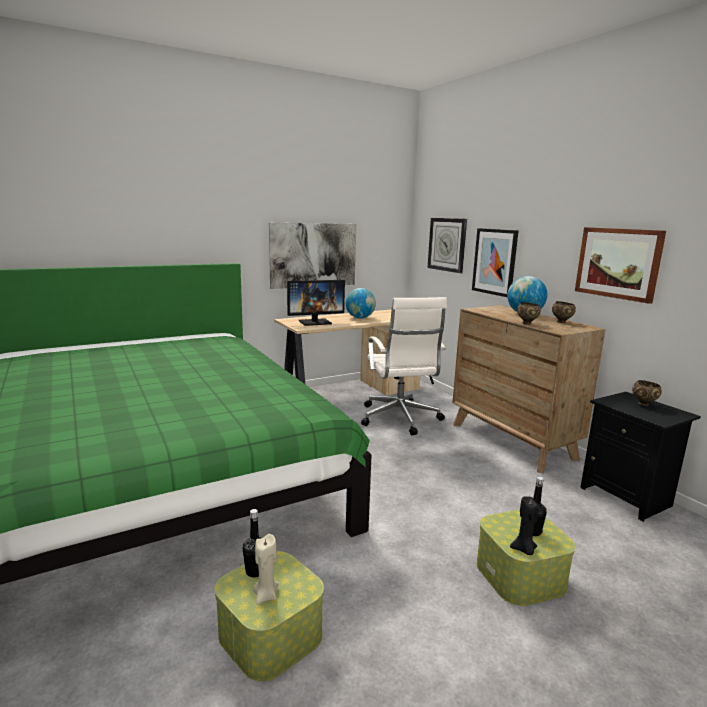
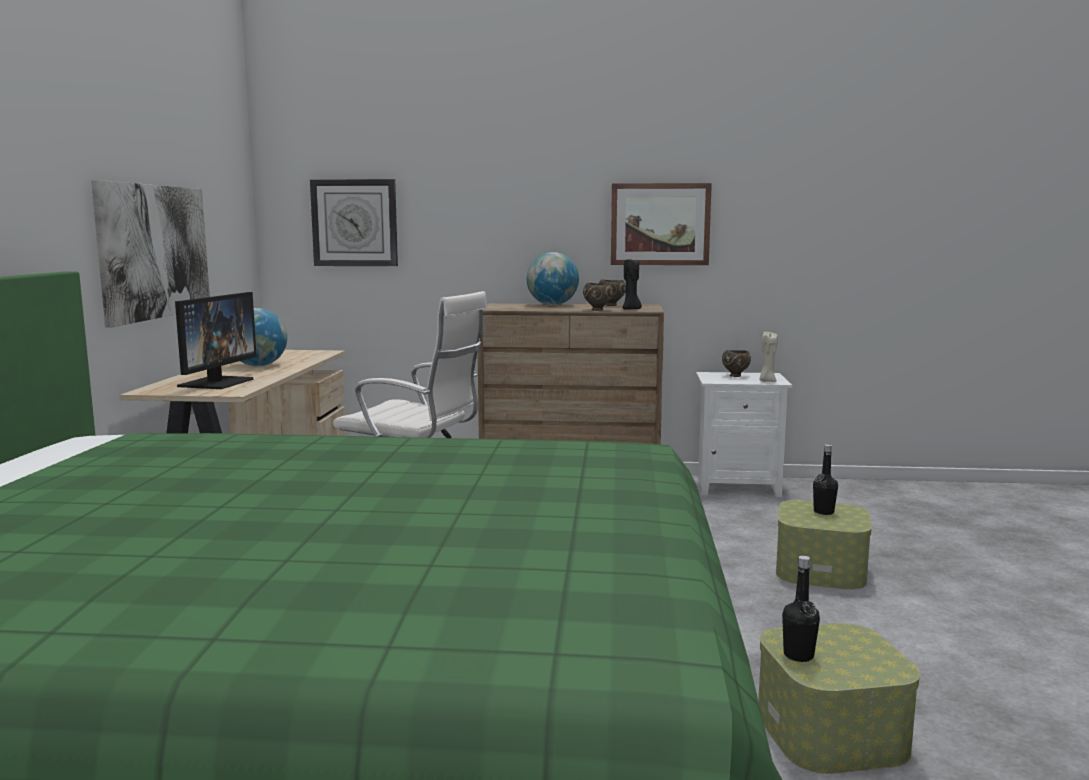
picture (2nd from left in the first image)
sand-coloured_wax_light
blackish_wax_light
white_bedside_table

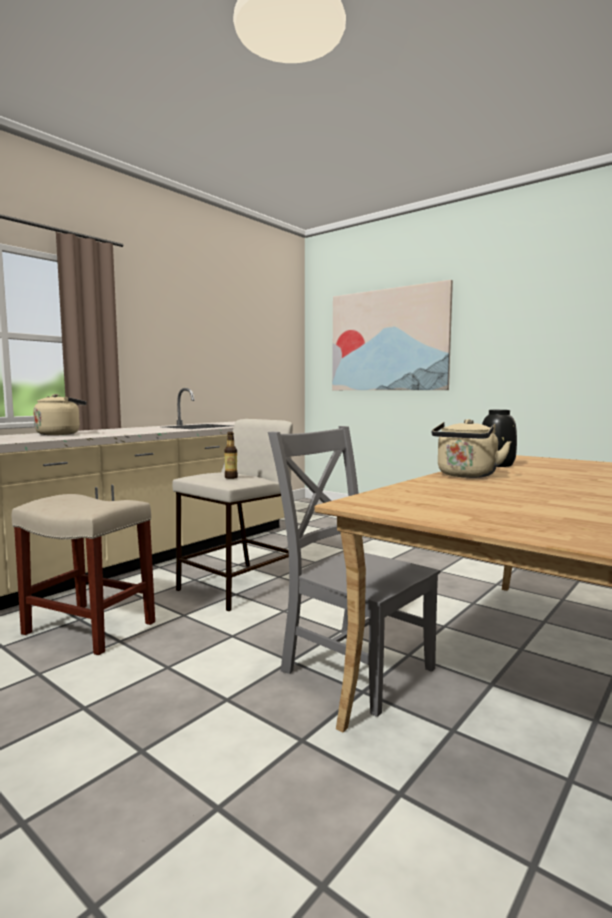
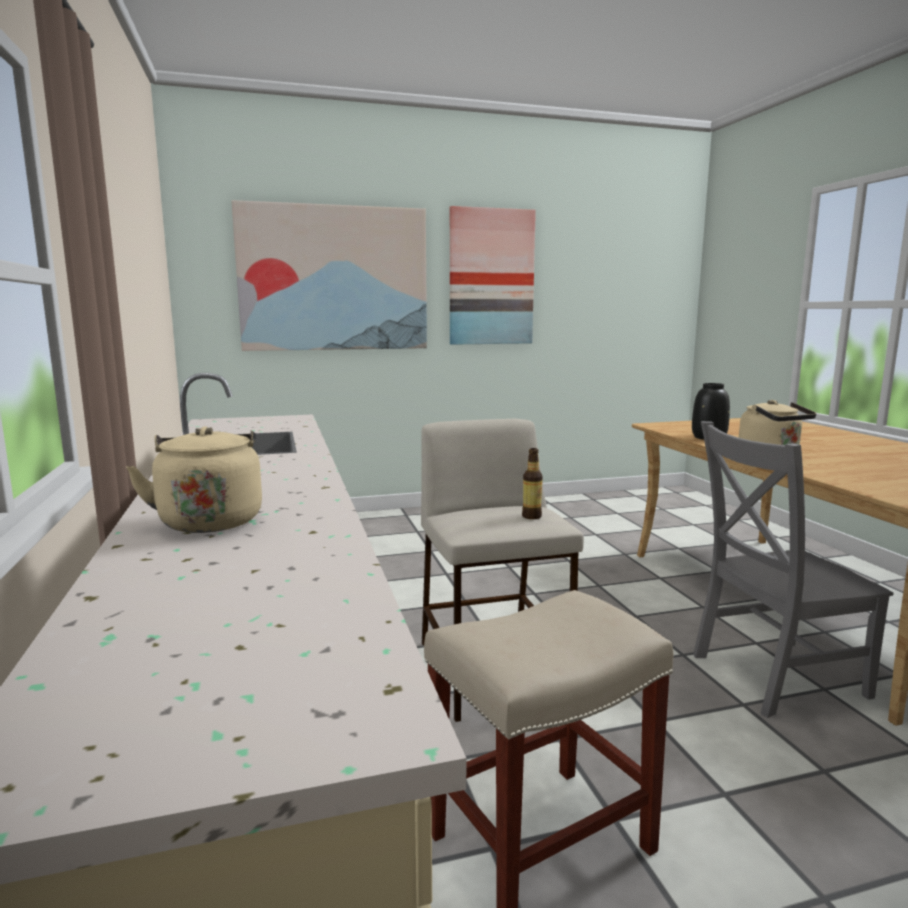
picture (2nd from left)

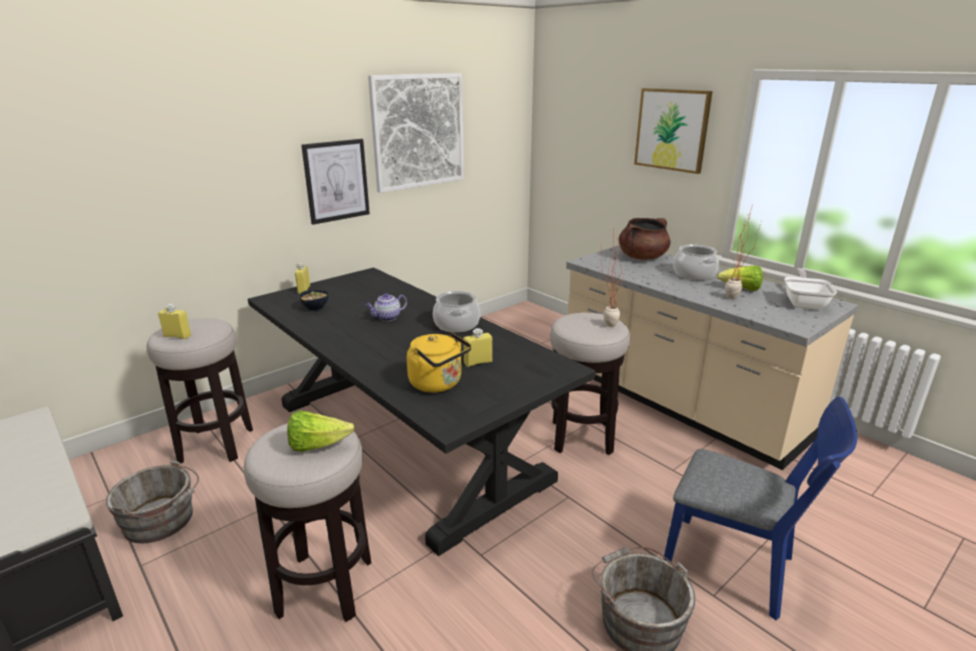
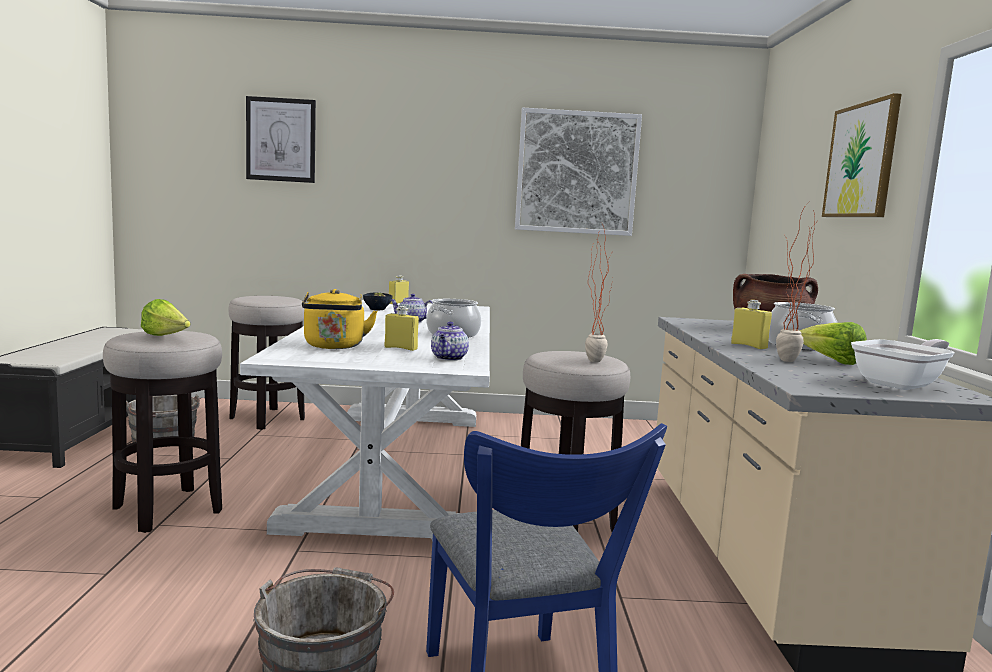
pot_for_tea (2nd from left)
yellow-coloured_beverage_bottle (3rd from left)
picture (1st from left)
white_dinner_table

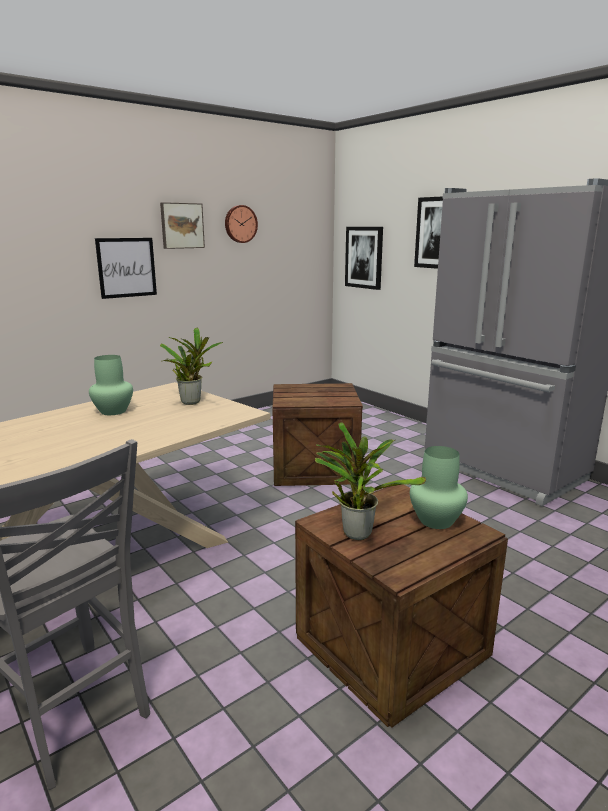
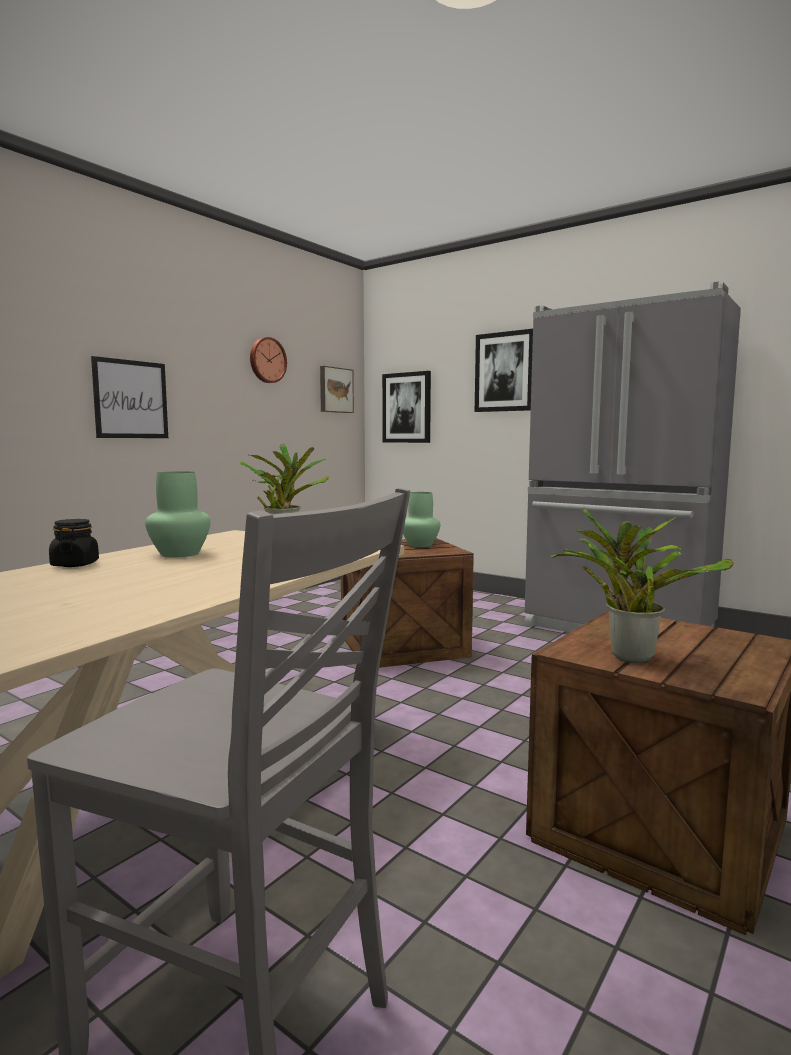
blackish_preserve_jar
picture (2nd from left)
green_vase (2nd from left)

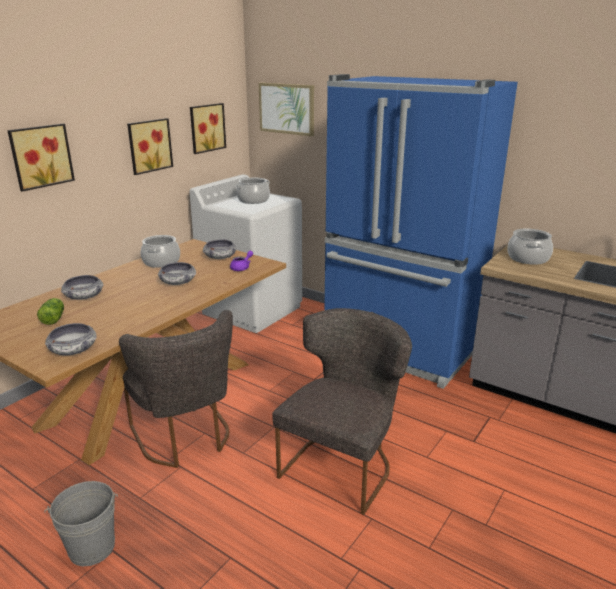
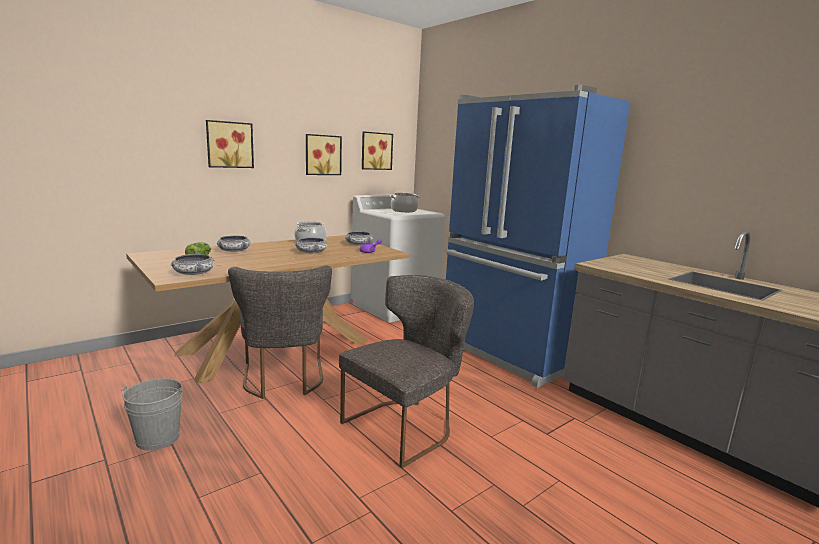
picture (4th from left in the first image)
stockpot (3rd from left in the first image)

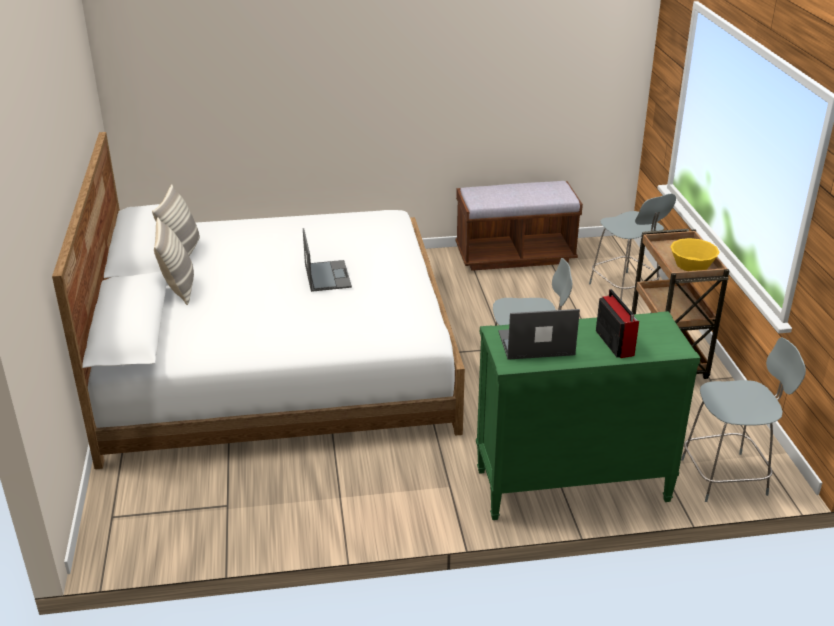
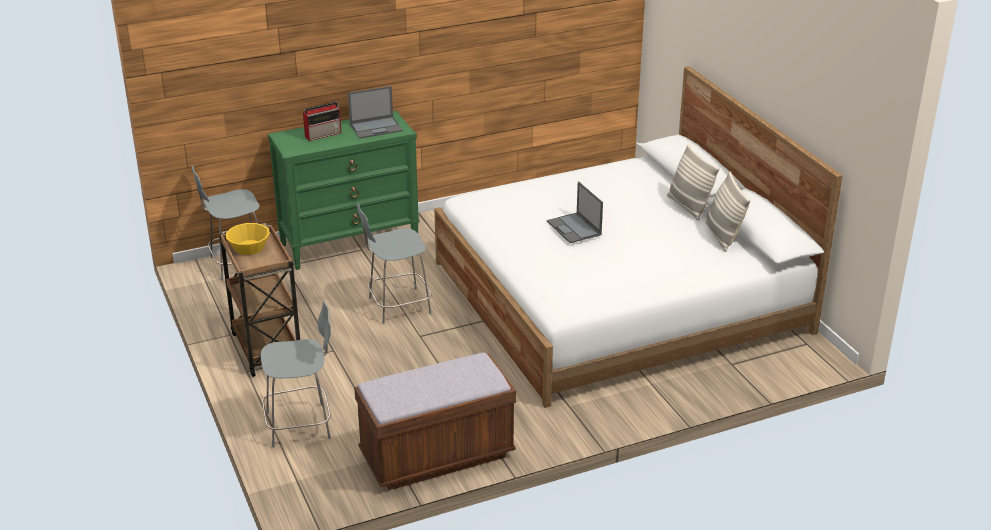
greyish_plain_chair (2nd from left)
radio_set

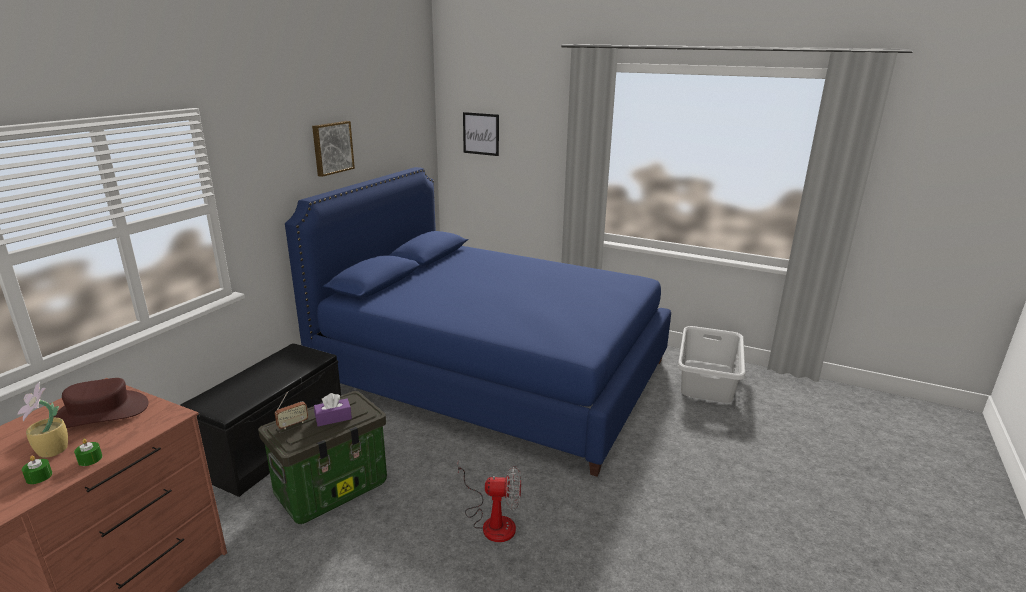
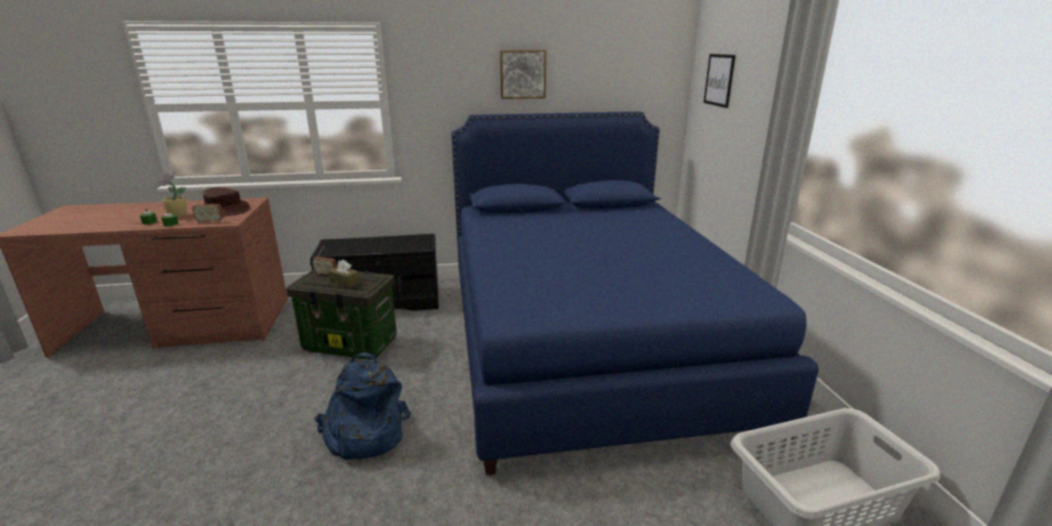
radio_set (1st from left)
blue-coloured_backpack
brownish_box_of_tissues

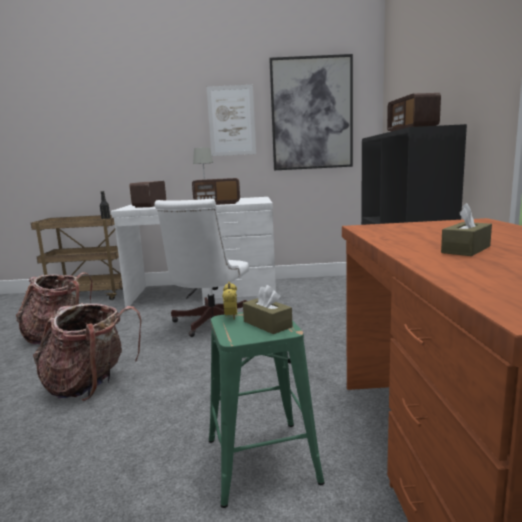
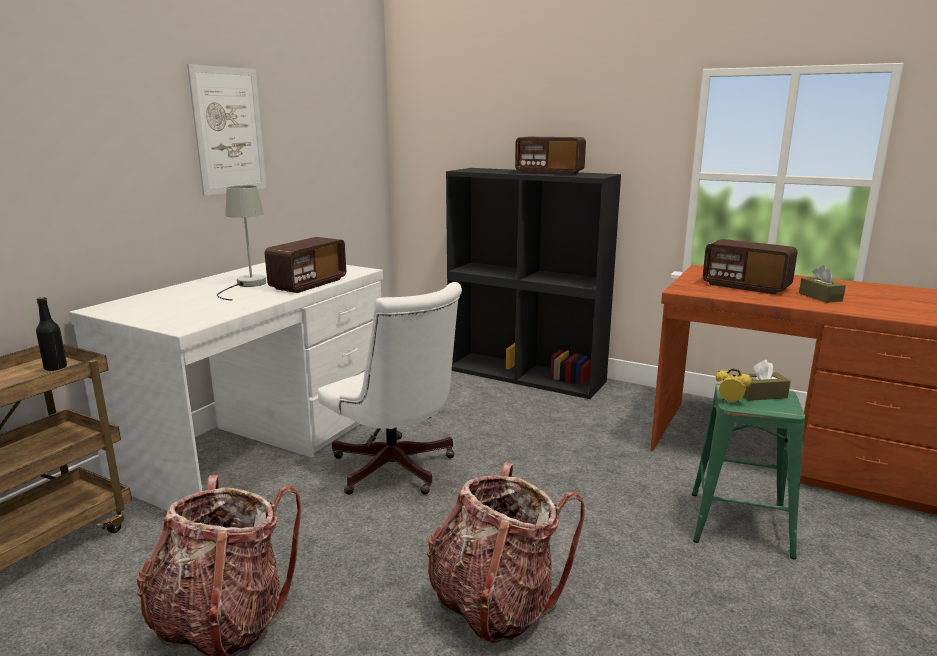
picture (2nd from left in the first image)
radio_set (3rd from left)

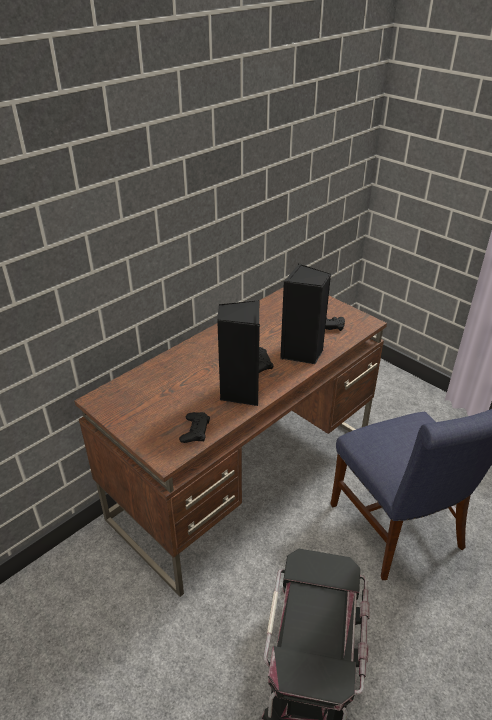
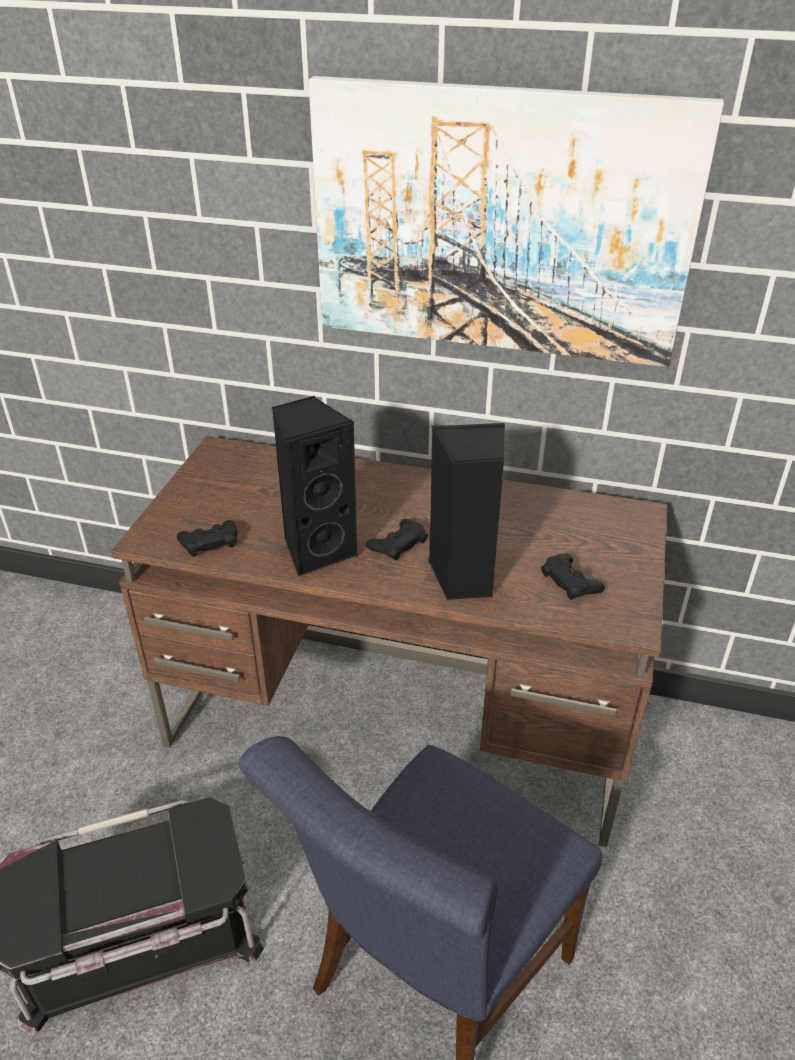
picture

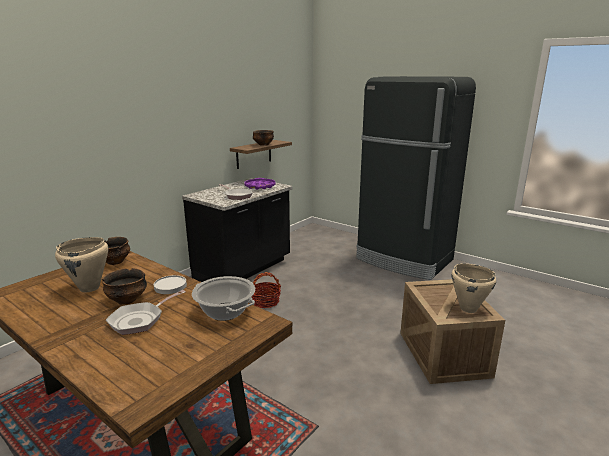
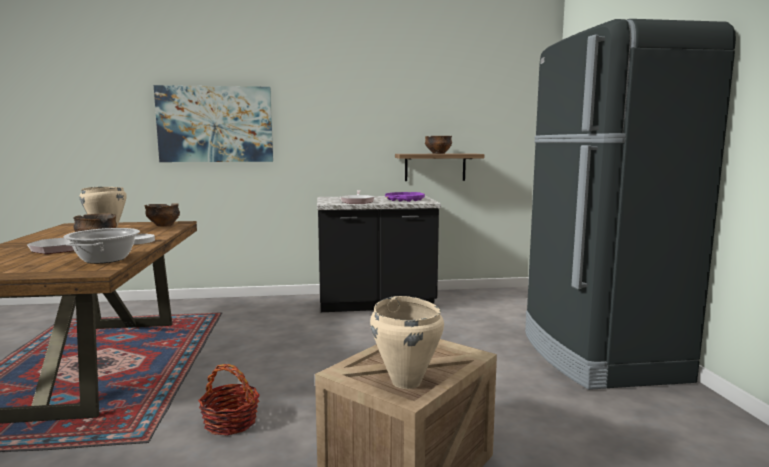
picture
storage_basket

